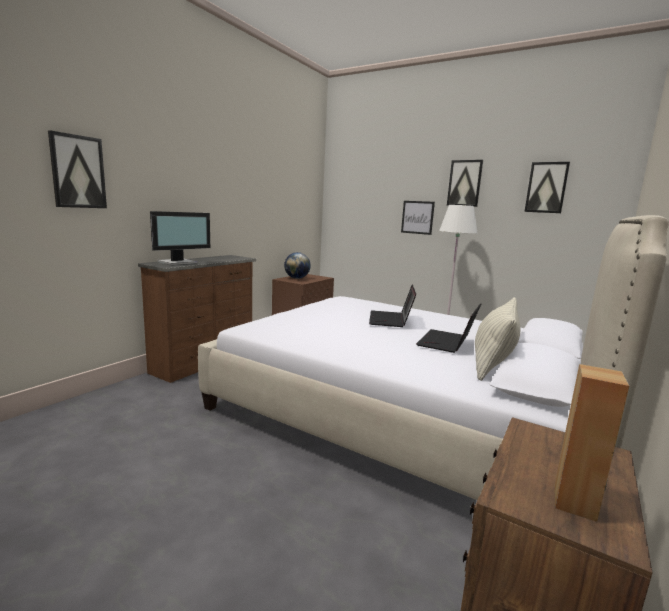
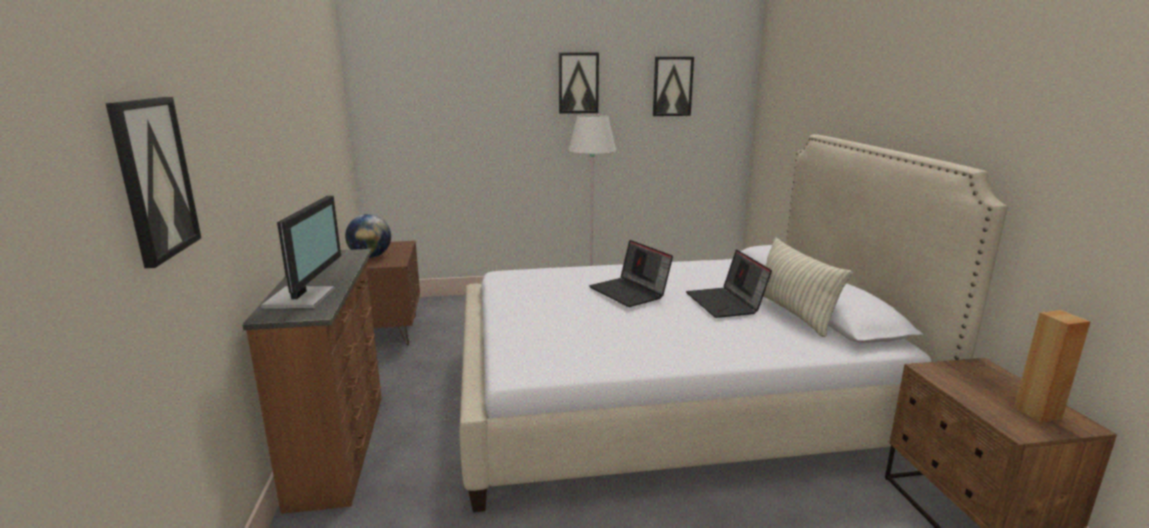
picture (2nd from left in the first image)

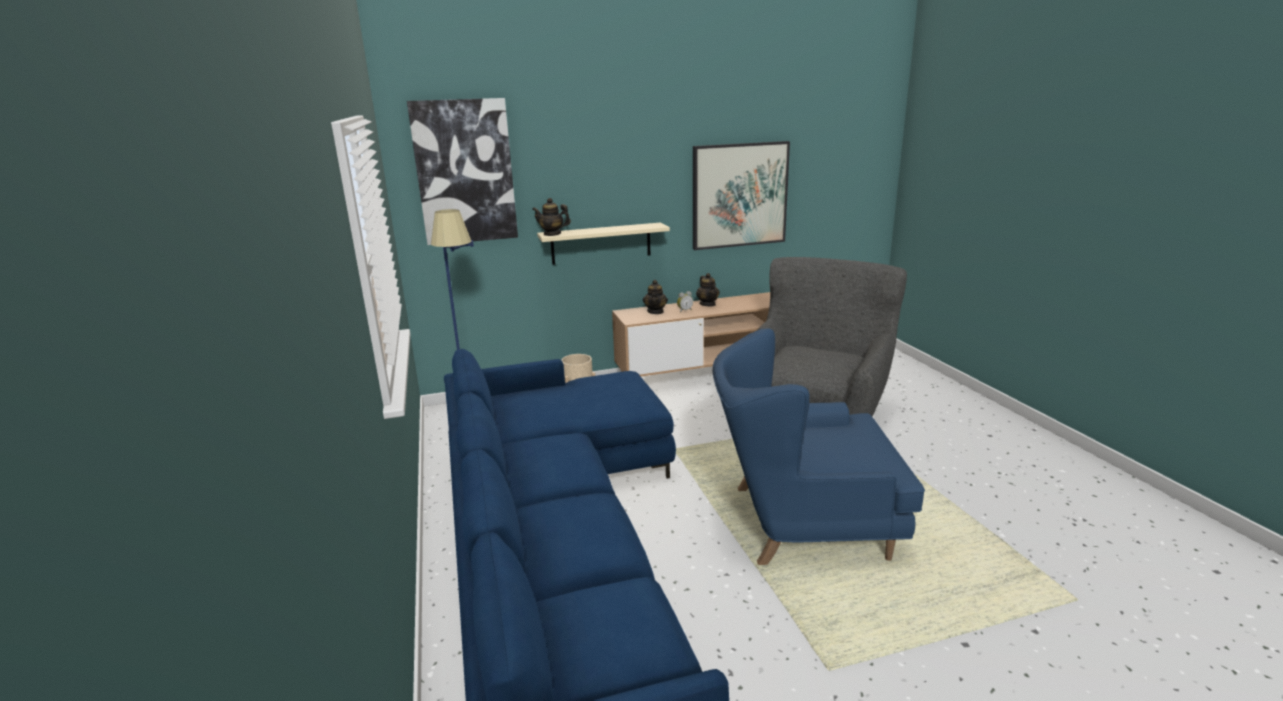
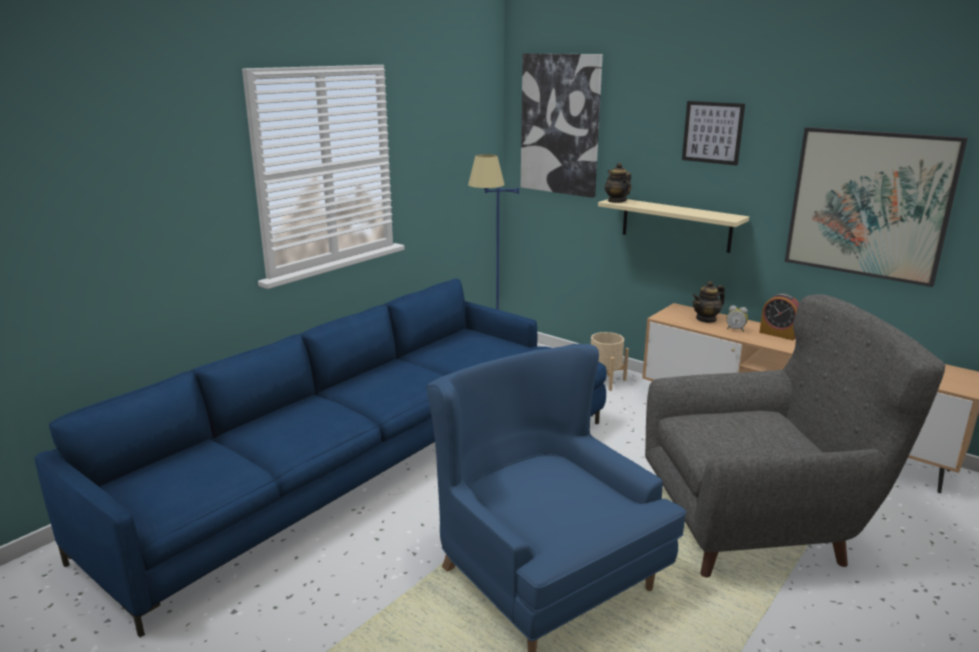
picture (2nd from left)
bedside_clock (2nd from left)

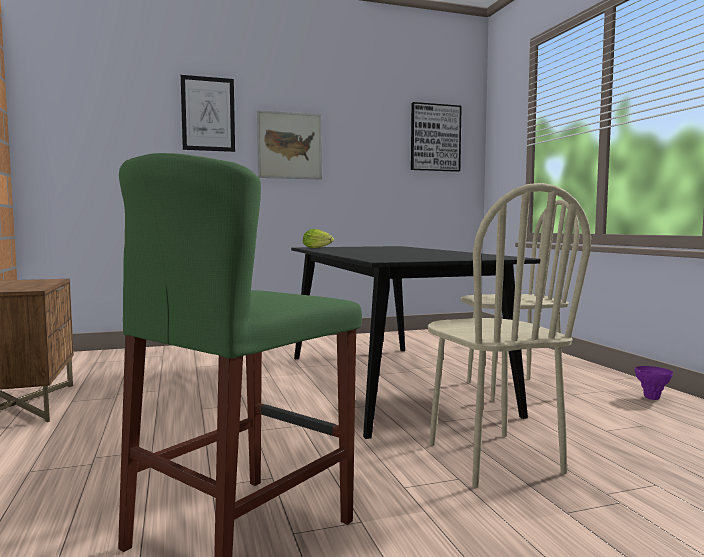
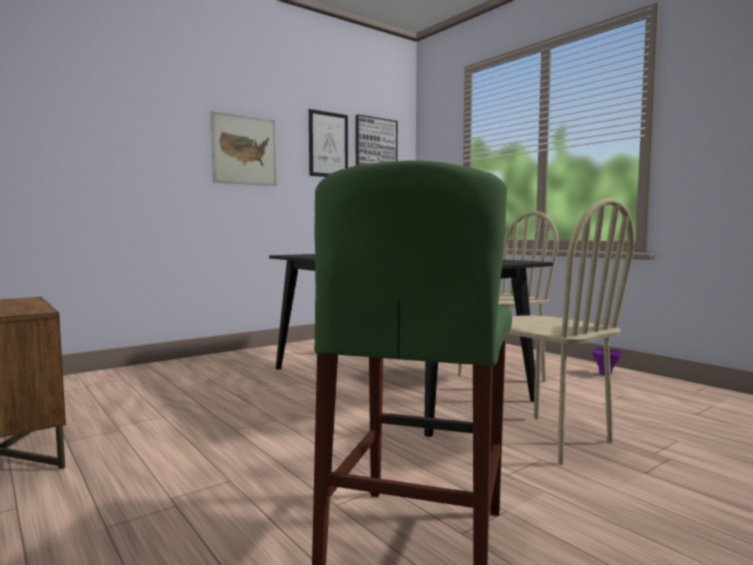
head_of_lettuce
picture (2nd from left)

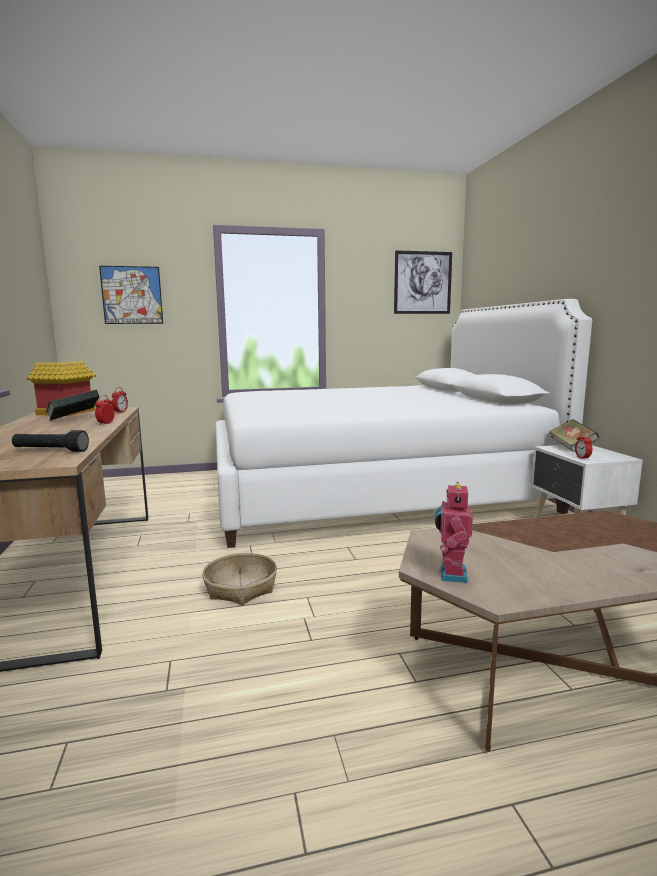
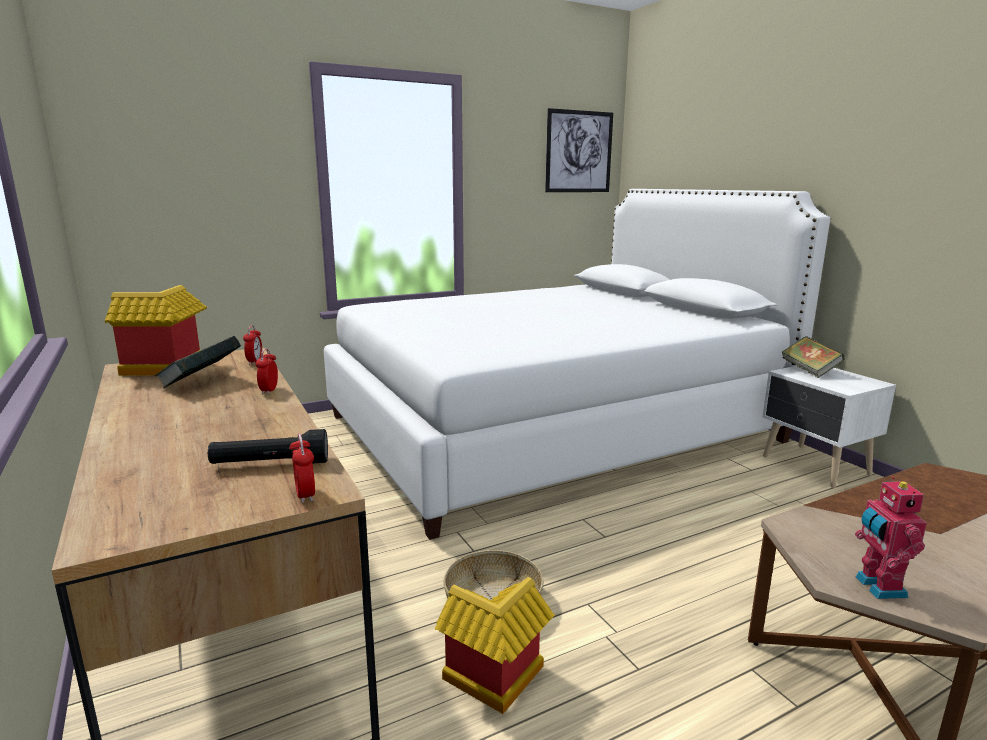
picture (1st from left in the first image)
miniature_house (2nd from left)
bedside_clock (3rd from left)

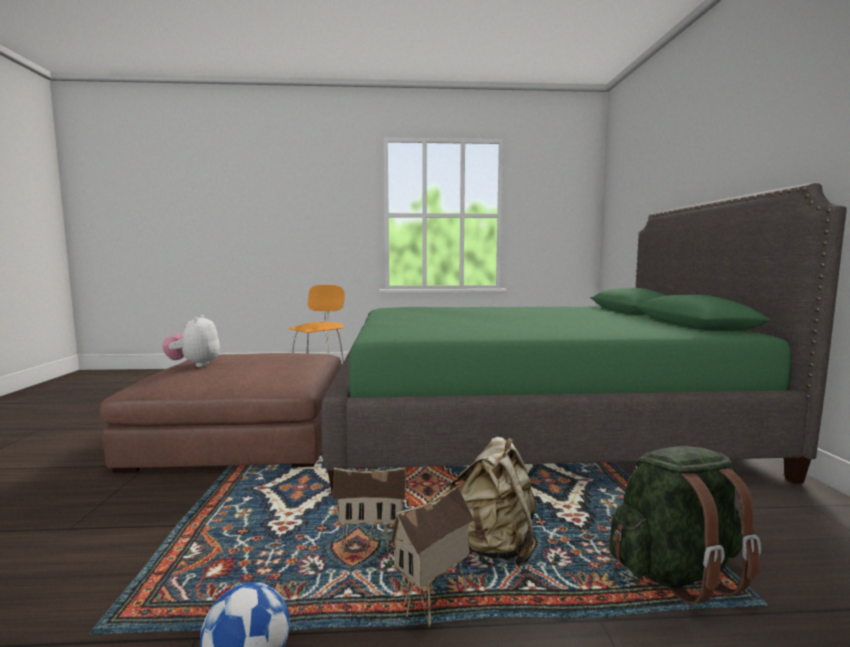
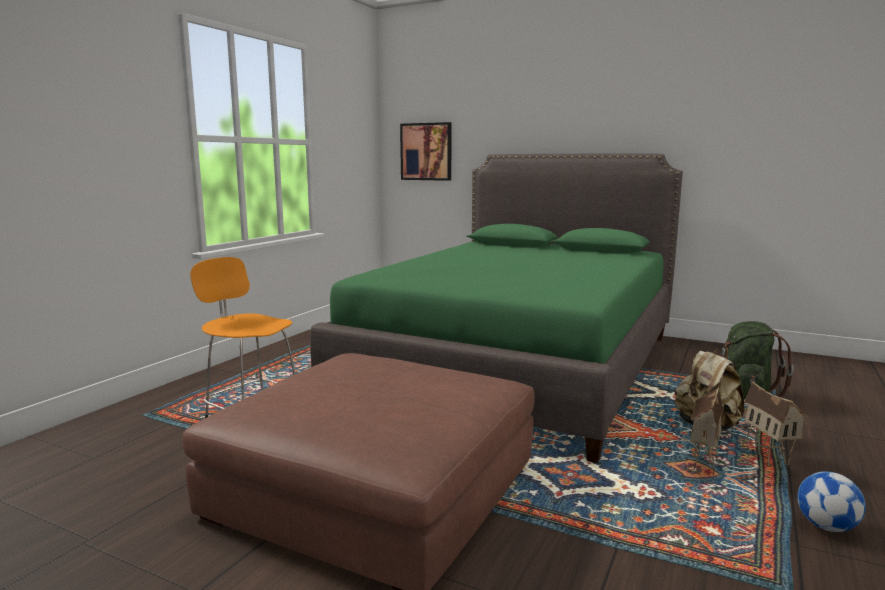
cuddly_toy
picture

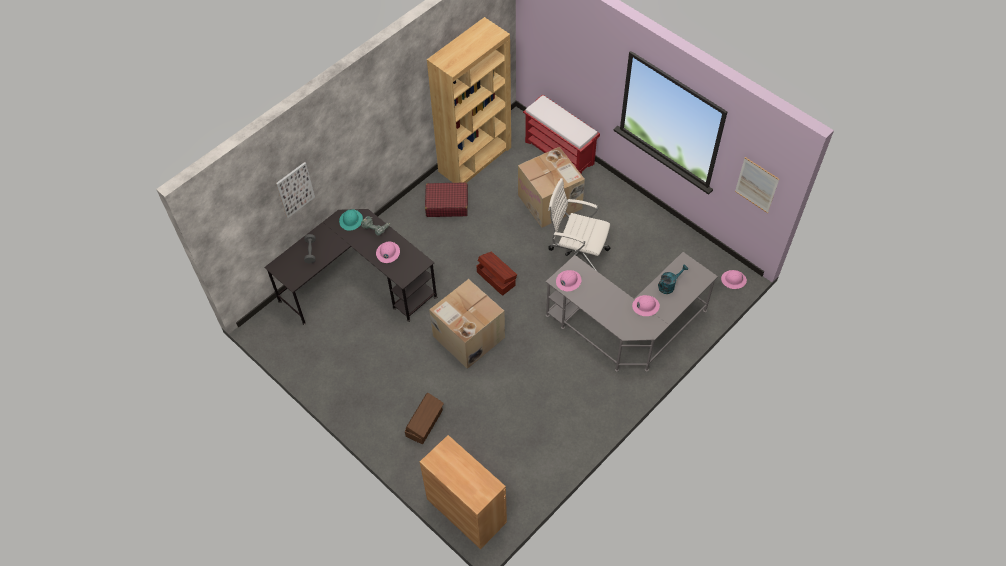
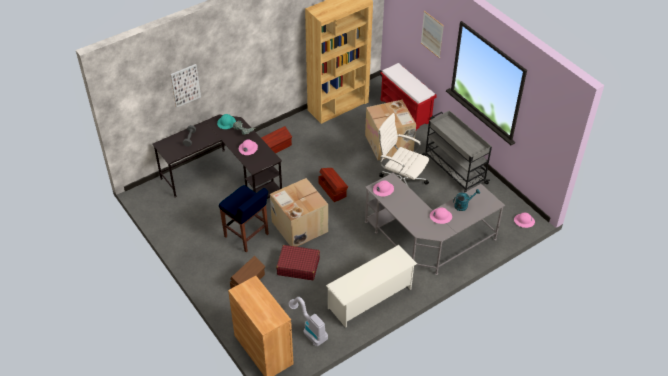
blue-coloured_stool
brownish_storage_box (2nd from left)
vacuum
white_shoe_stand
greyish_trolley
red-coloured_piece_of_luggage
picture (2nd from left)

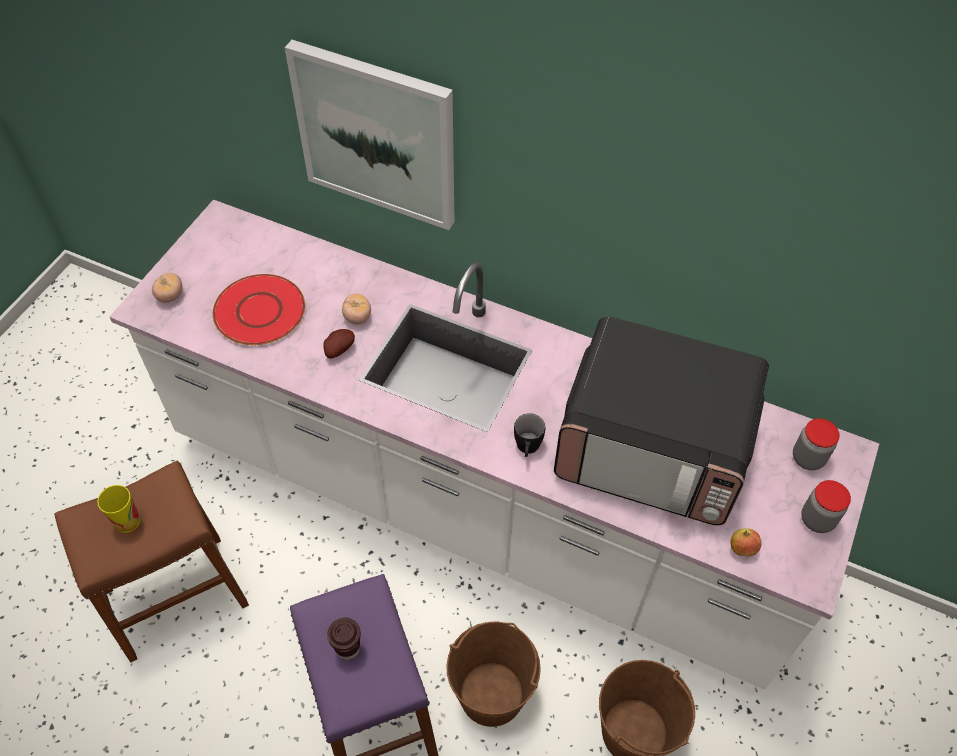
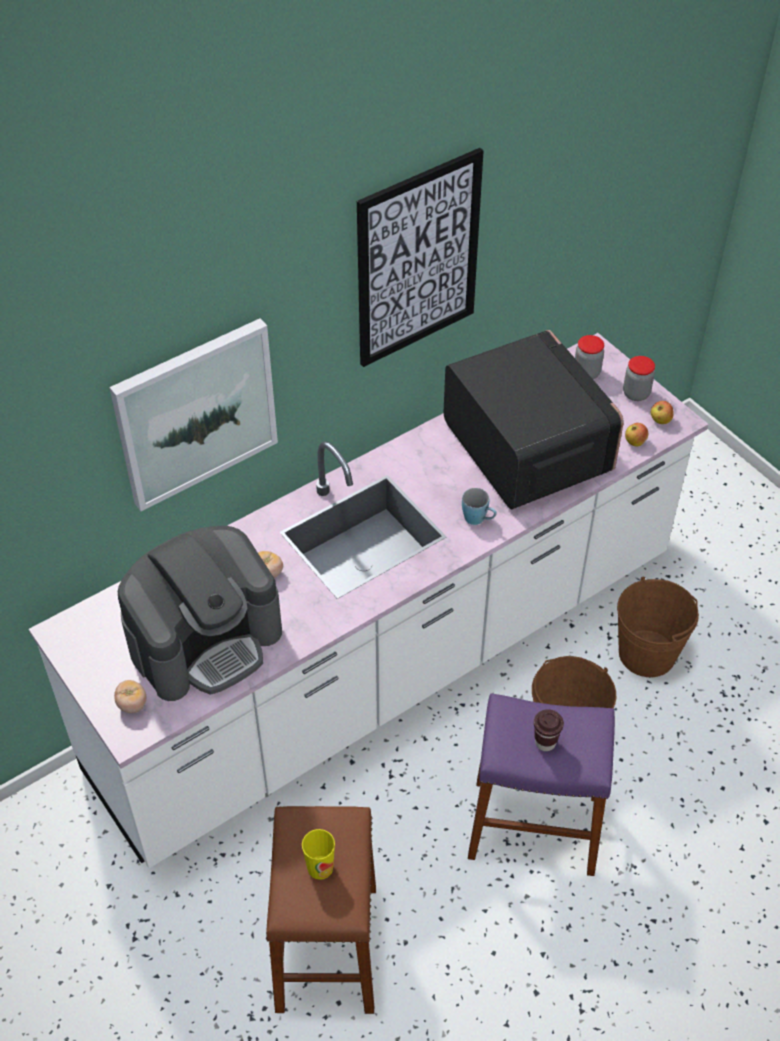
whole_potato
picture (2nd from left)
whole_apple (2nd from left)
coffee_brewer
blue-coloured_coffee_mug
kitchen_microwave

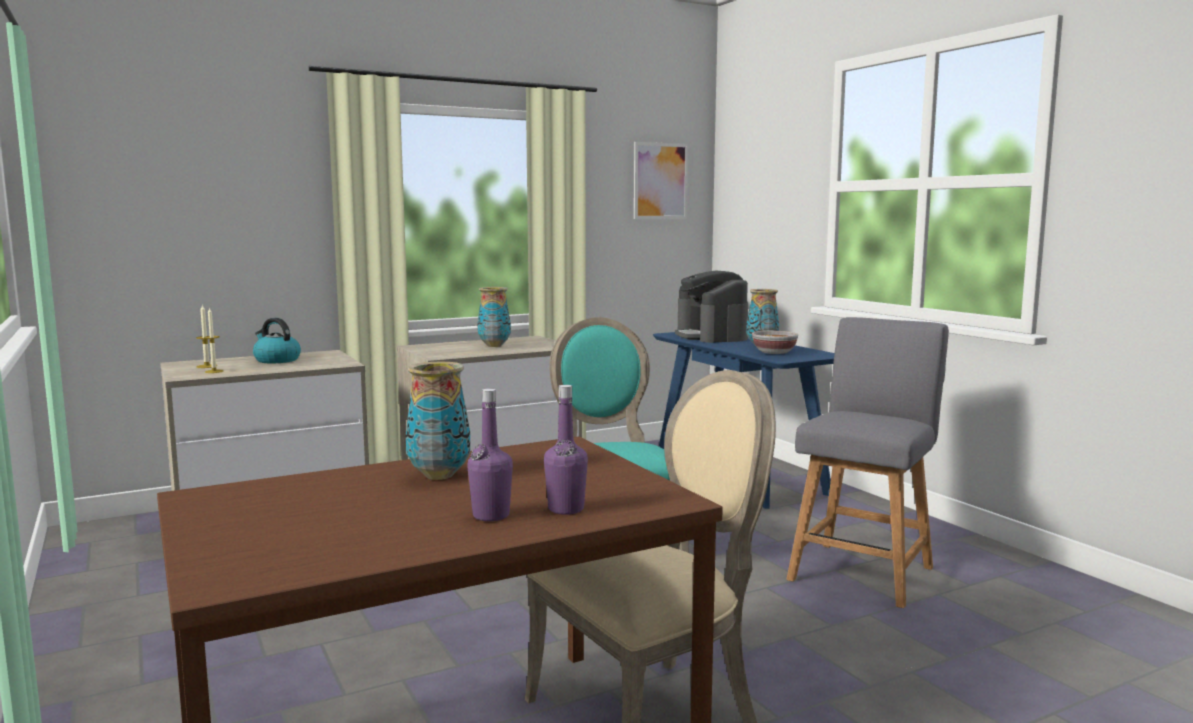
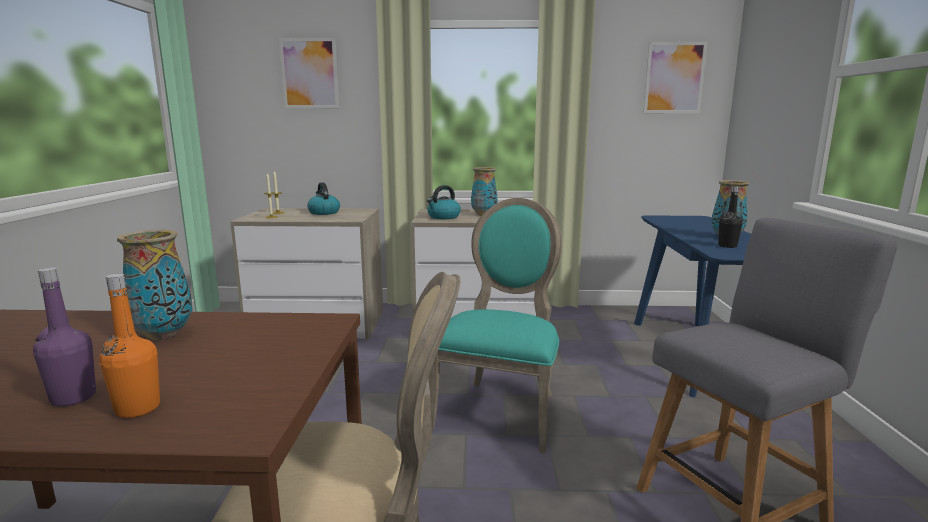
coffee_brewer
picture (1st from left)
water_kettle (2nd from left)
blackish_beverage_bottle
orange-coloured_beverage_bottle

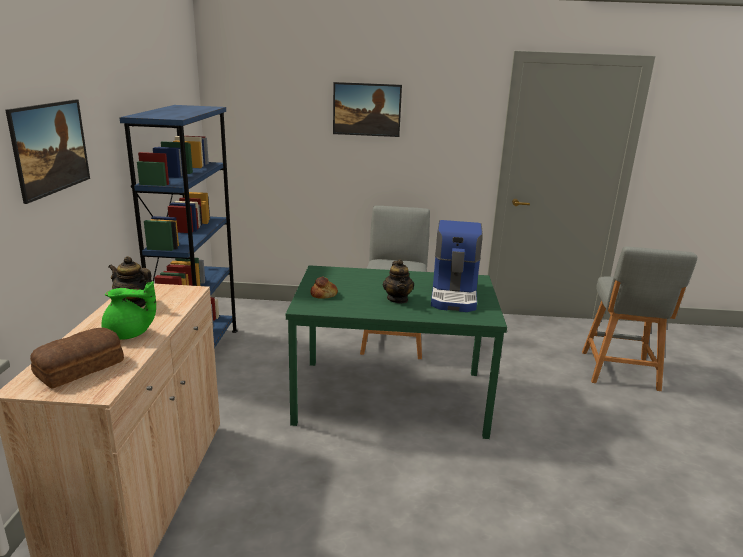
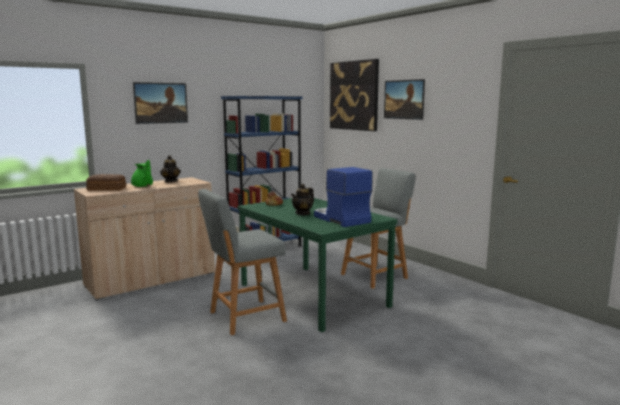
picture (2nd from left)
greyish_stool (1st from left)
coffee_brewer

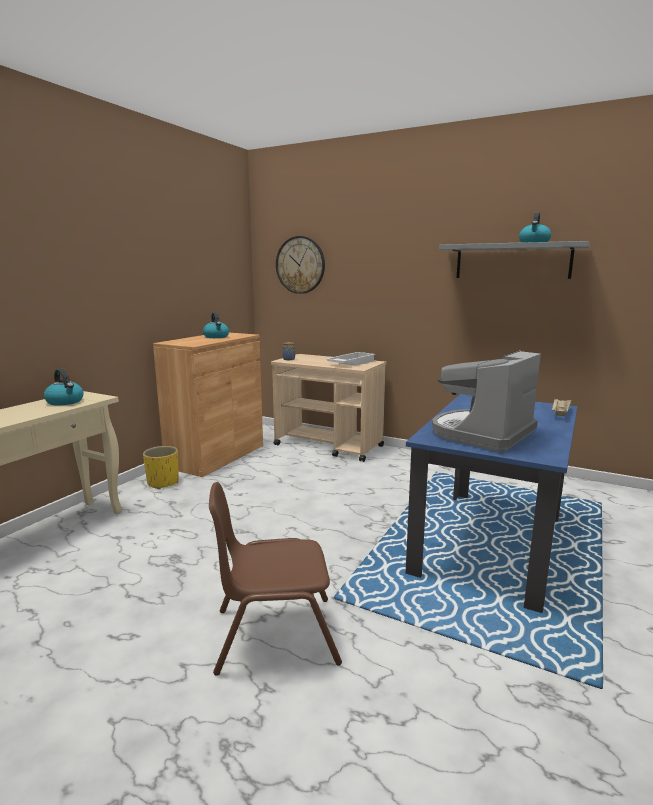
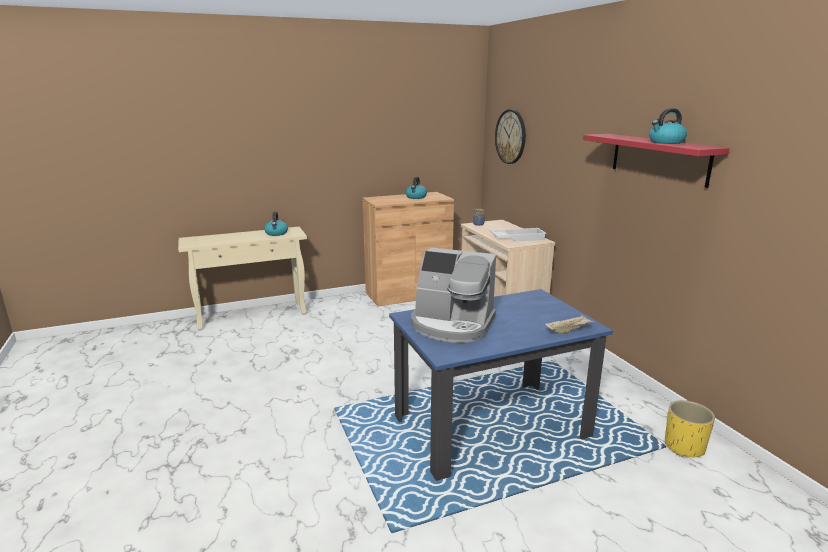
brownish_plain_chair
yellow-coloured_flower_pot
red-coloured_wall_shelf
coffee_brewer

